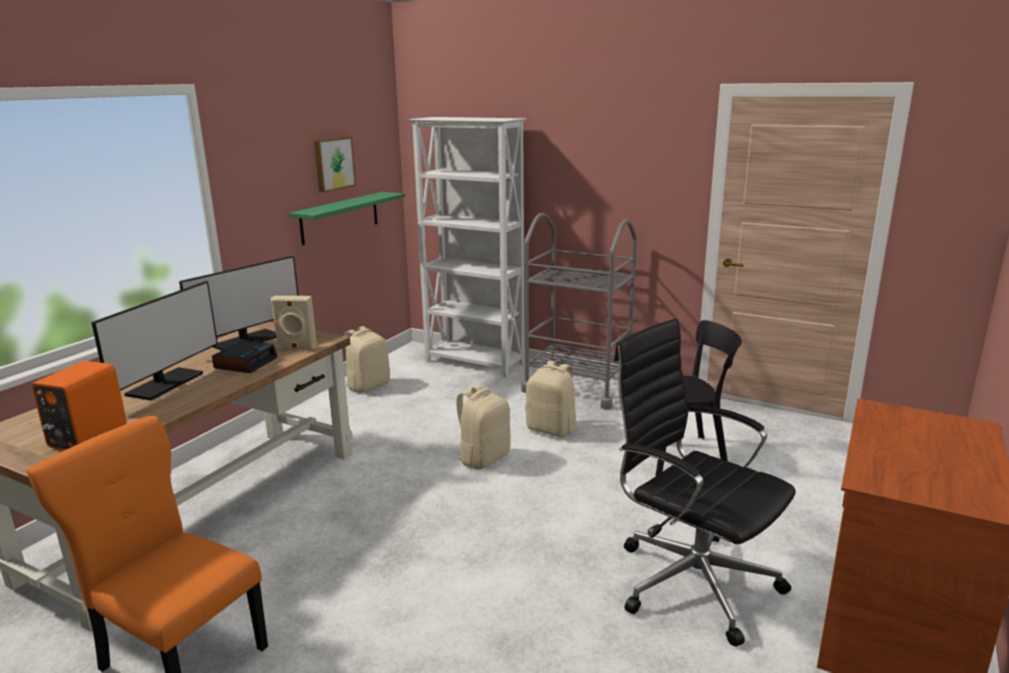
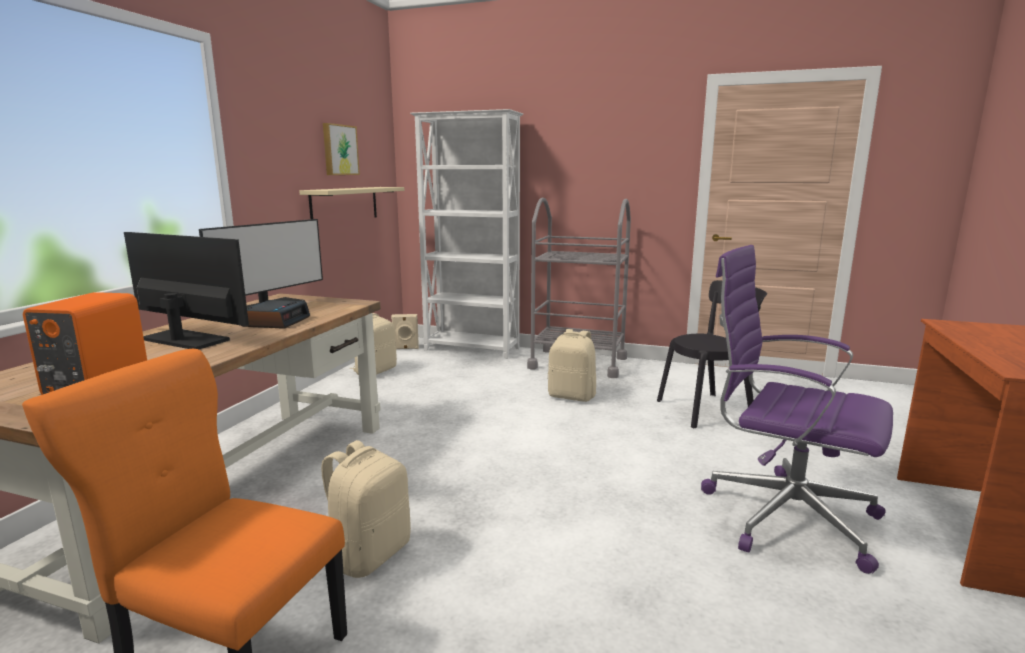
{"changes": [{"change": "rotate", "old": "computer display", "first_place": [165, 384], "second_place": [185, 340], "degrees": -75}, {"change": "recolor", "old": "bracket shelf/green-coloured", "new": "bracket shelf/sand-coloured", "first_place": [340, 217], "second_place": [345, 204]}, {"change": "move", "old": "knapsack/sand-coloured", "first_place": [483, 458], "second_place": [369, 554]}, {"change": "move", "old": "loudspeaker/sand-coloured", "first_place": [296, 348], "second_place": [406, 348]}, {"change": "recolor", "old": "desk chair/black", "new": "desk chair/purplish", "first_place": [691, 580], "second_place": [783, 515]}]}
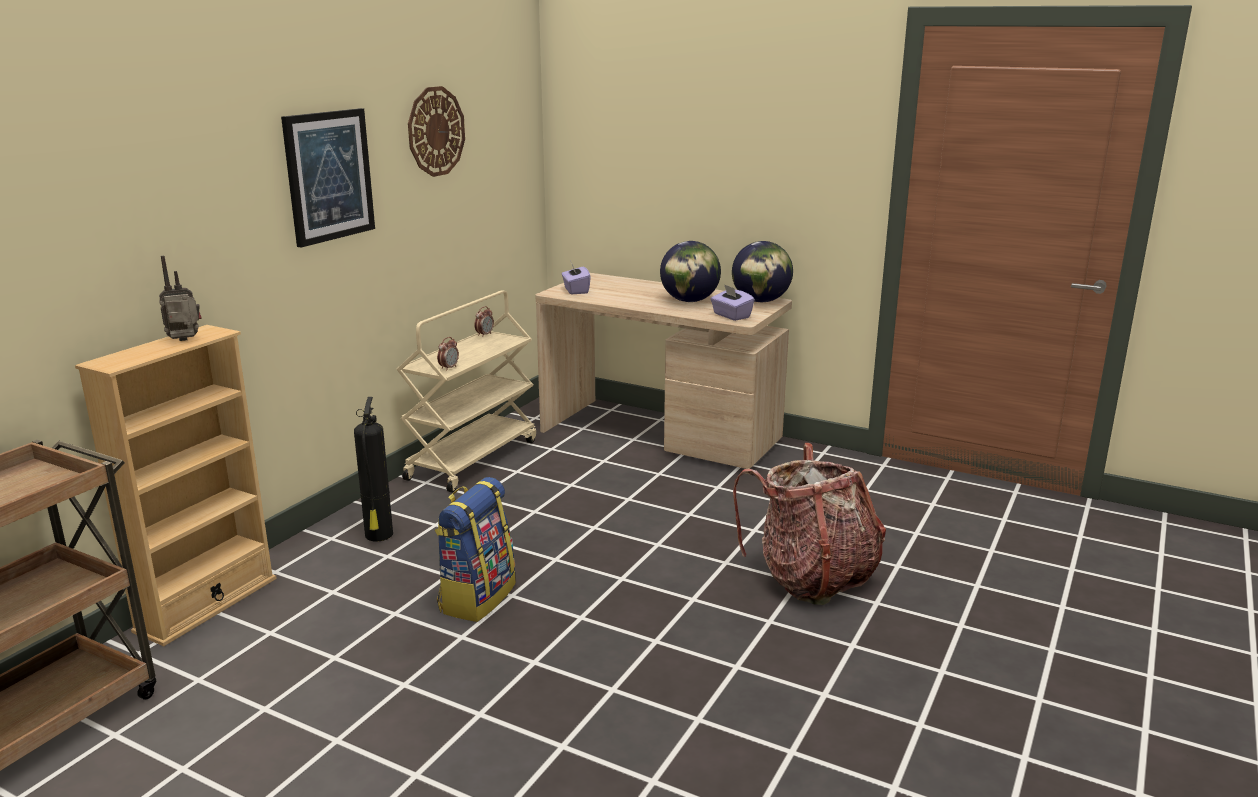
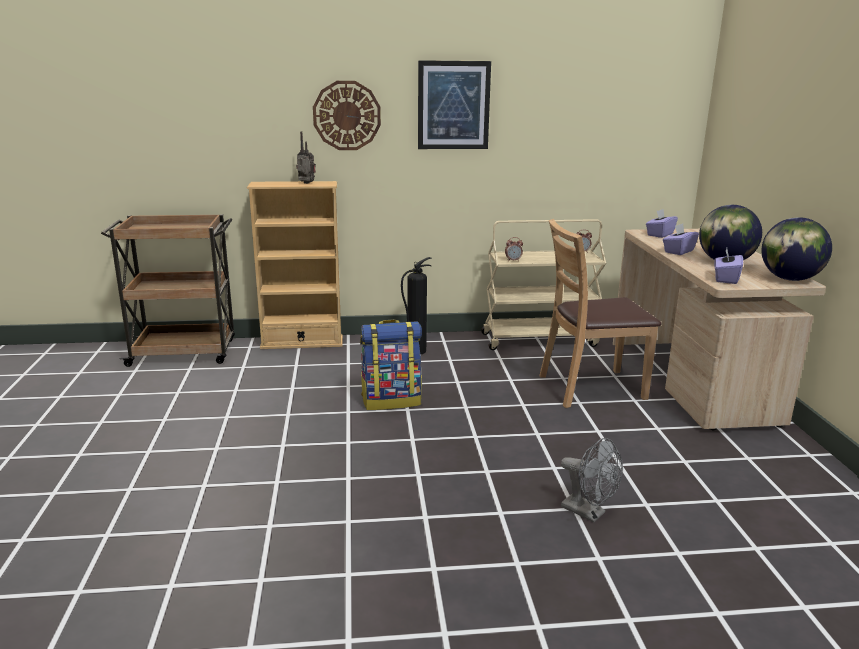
{"changes": [{"change": "move", "old": "wall clock", "first_place": [436, 131], "second_place": [347, 115]}, {"change": "insert", "new": "chair/brownish", "second_place": [590, 388]}, {"change": "replace", "old": "knapsack", "new": "cooling fan/gray", "first_place": [811, 578], "second_place": [589, 513]}, {"change": "insert", "new": "tissue box/purplish", "second_place": [678, 251]}]}
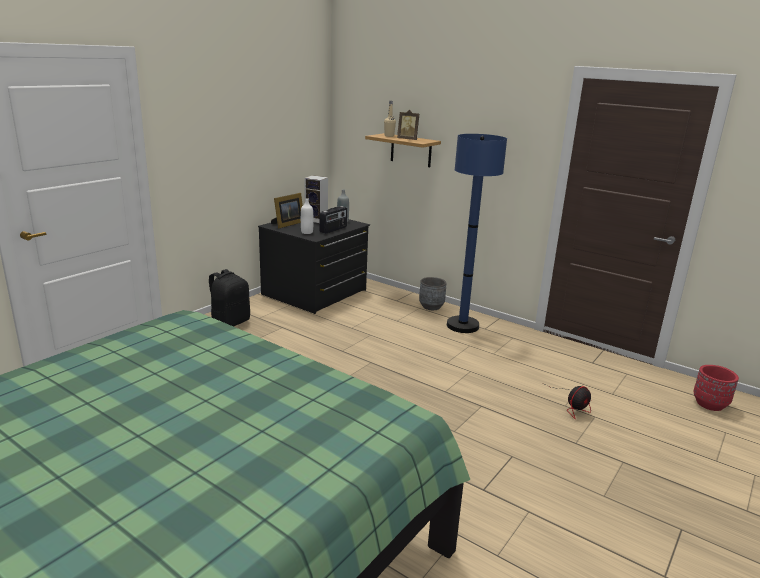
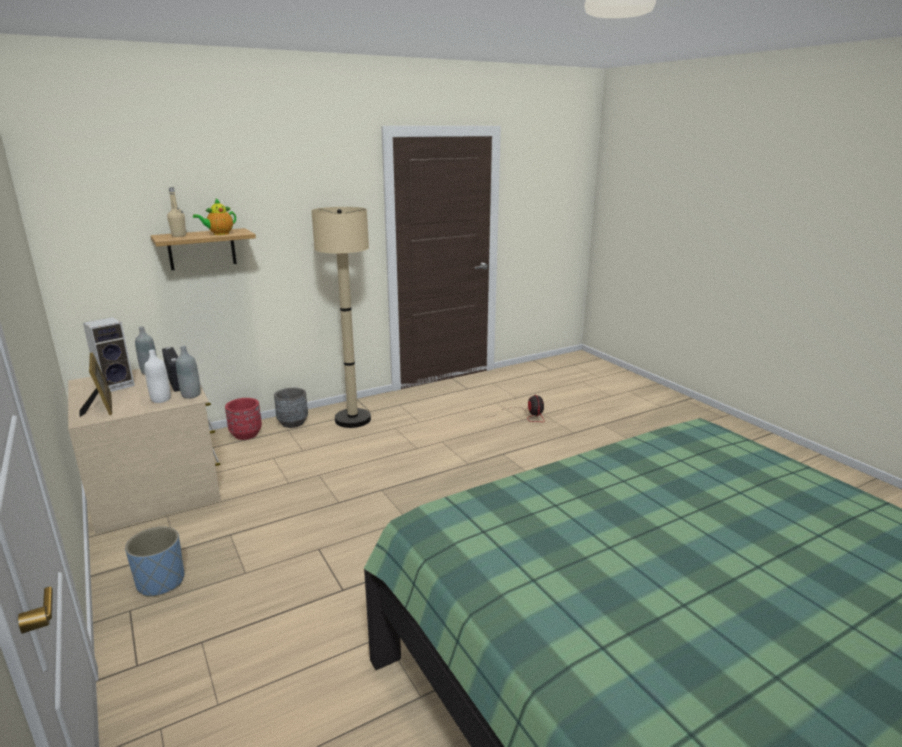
{"changes": [{"change": "recolor", "old": "drawer chest/black", "new": "drawer chest/sand-coloured", "first_place": [315, 292], "second_place": [156, 486]}, {"change": "replace", "old": "knapsack/black", "new": "plant pot/blue-coloured", "first_place": [230, 323], "second_place": [160, 582]}, {"change": "insert", "new": "beverage bottle/gray", "second_place": [191, 395]}, {"change": "replace", "old": "picture frame", "new": "teapot", "first_place": [408, 139], "second_place": [219, 234]}, {"change": "move", "old": "plant pot/red", "first_place": [710, 404], "second_place": [246, 434]}, {"change": "recolor", "old": "standing lamp/blue-coloured", "new": "standing lamp/sand-coloured", "first_place": [462, 326], "second_place": [353, 419]}]}
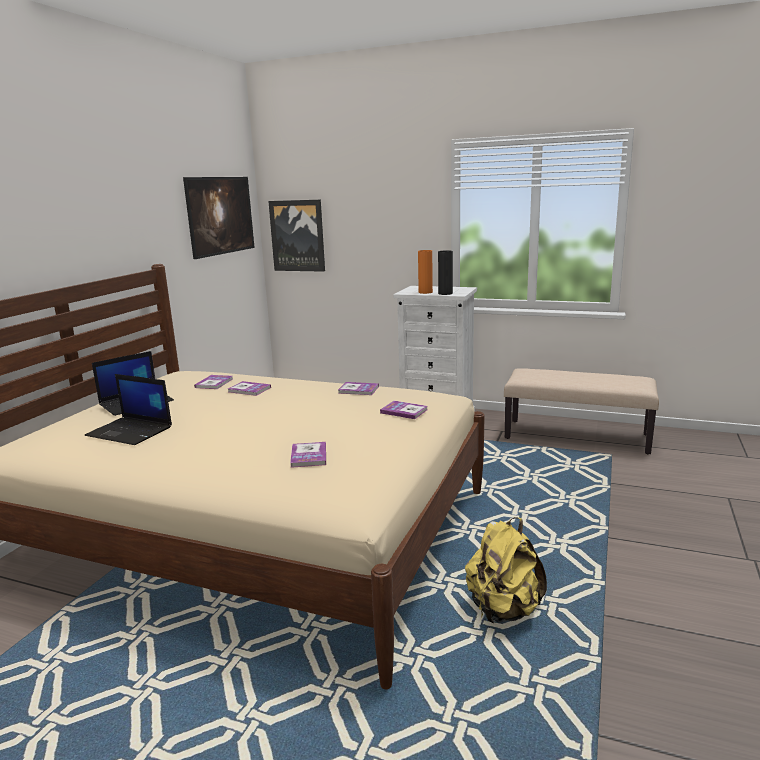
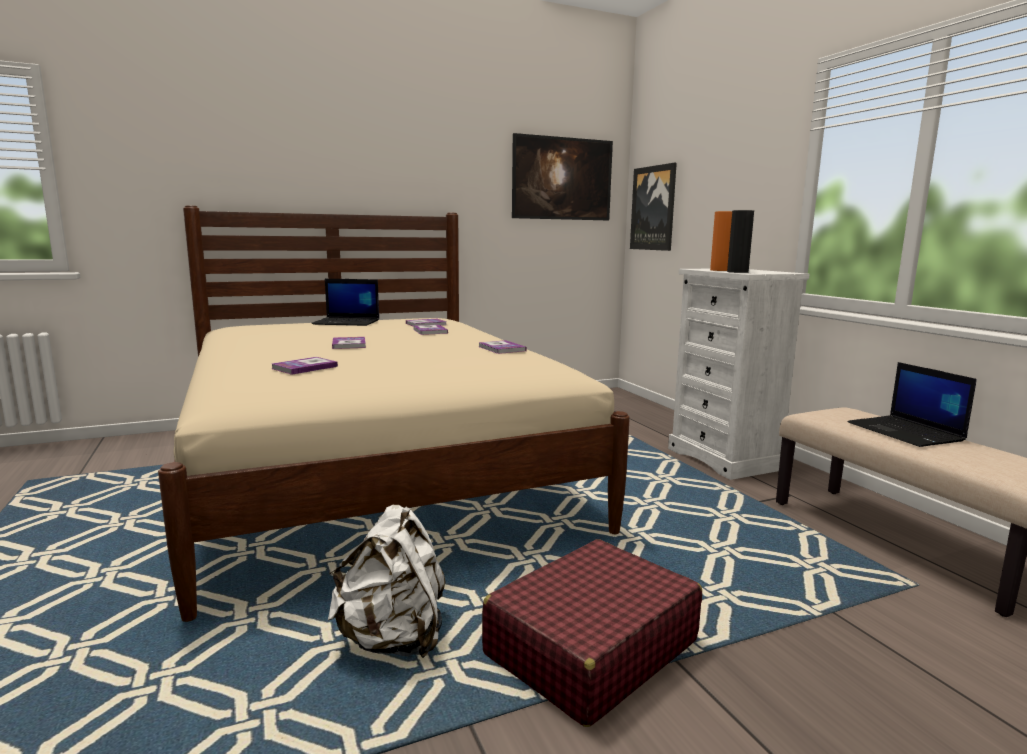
{"changes": [{"change": "recolor", "old": "knapsack/yellow-coloured", "new": "knapsack/whitish", "first_place": [503, 609], "second_place": [393, 639]}, {"change": "move", "old": "book", "first_place": [404, 411], "second_place": [349, 344]}, {"change": "insert", "new": "travel case/red", "second_place": [590, 648]}, {"change": "move", "old": "laptop", "first_place": [131, 431], "second_place": [906, 432]}]}
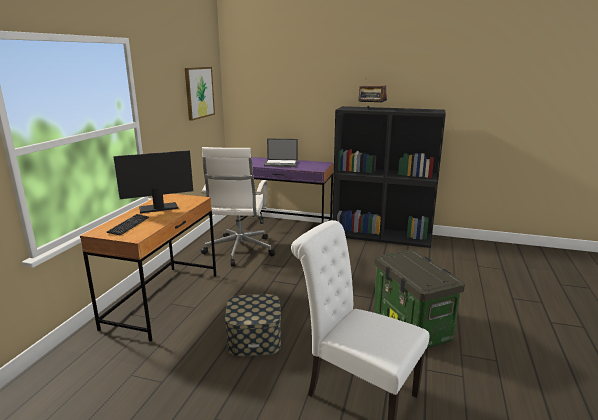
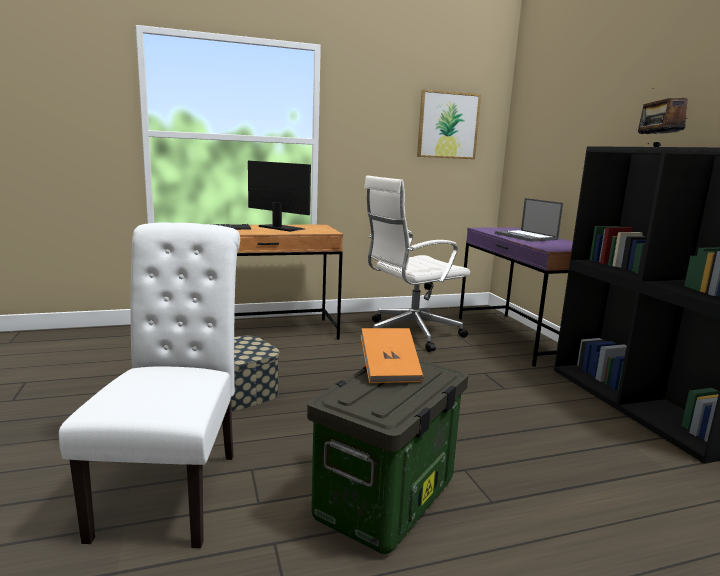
{"changes": [{"change": "insert", "new": "book/orangey", "second_place": [390, 371]}]}
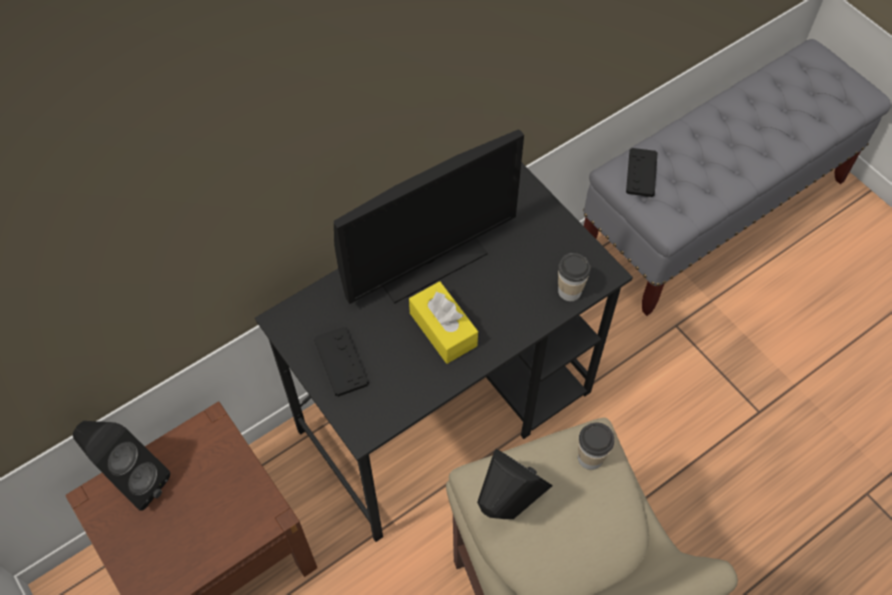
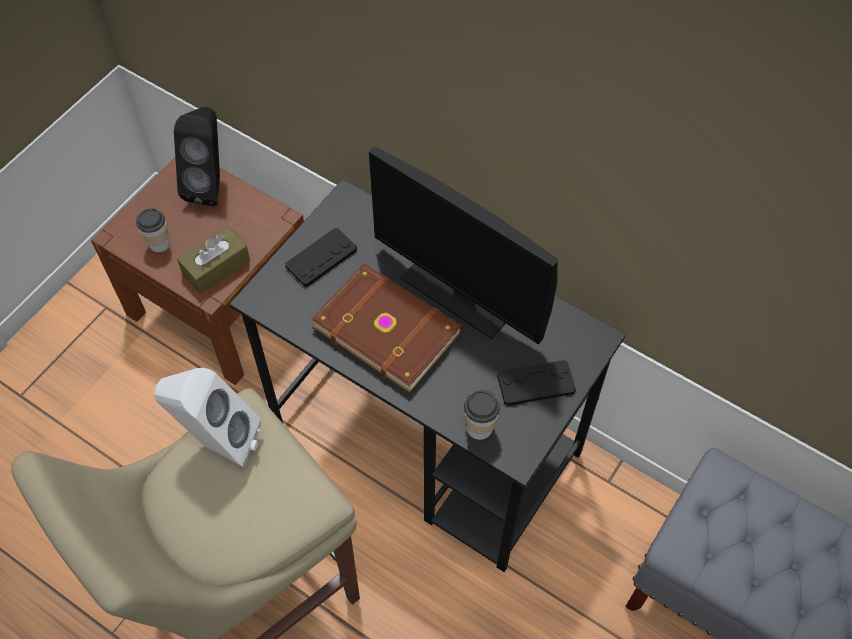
{"changes": [{"change": "move", "old": "small cup", "first_place": [590, 457], "second_place": [159, 243]}, {"change": "recolor", "old": "loudspeaker/black", "new": "loudspeaker/whitish", "first_place": [507, 510], "second_place": [217, 442]}, {"change": "insert", "new": "tissue box/brownish", "second_place": [216, 267]}, {"change": "replace", "old": "tissue box/yellow-coloured", "new": "book/brownish", "first_place": [443, 329], "second_place": [387, 328]}, {"change": "move", "old": "joypad/black", "first_place": [641, 173], "second_place": [536, 383]}]}
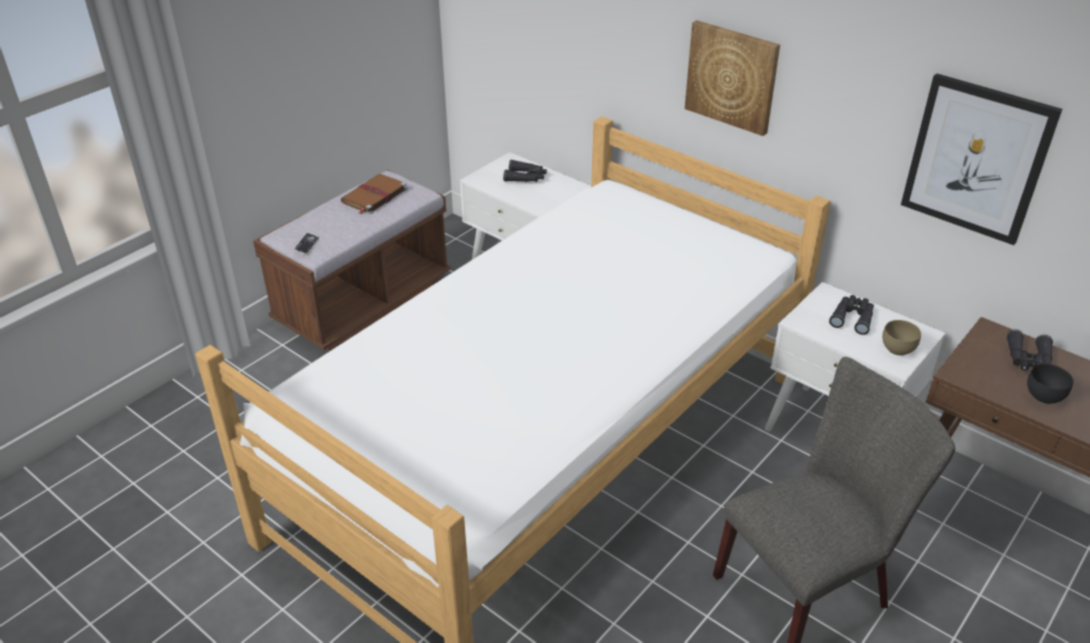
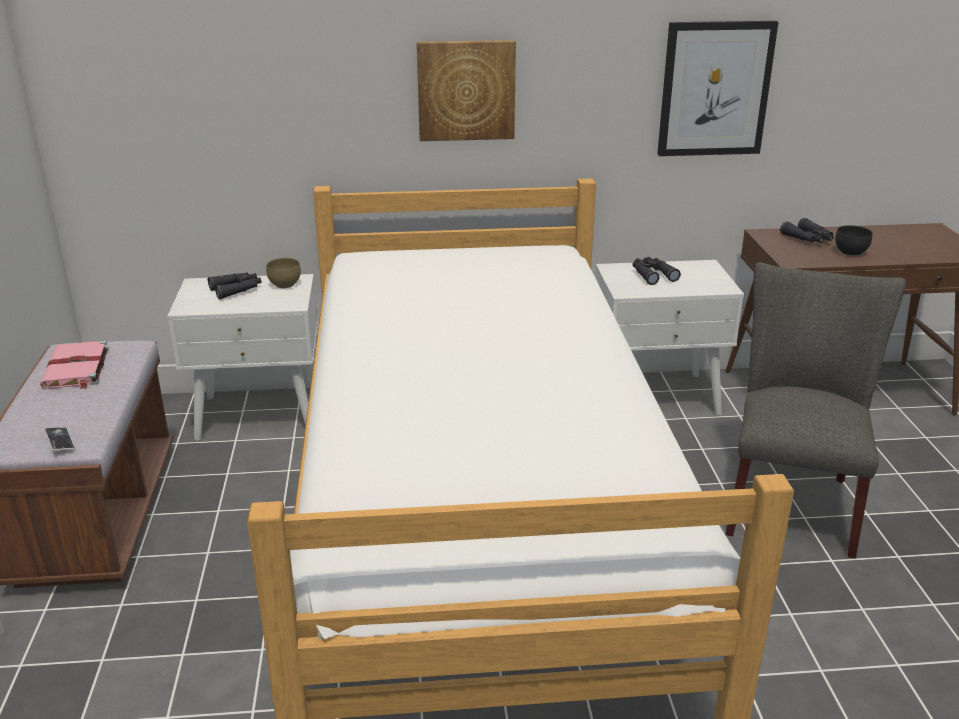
{"changes": [{"change": "recolor", "old": "book/brownish", "new": "book/pink-coloured", "first_place": [373, 196], "second_place": [76, 368]}, {"change": "move", "old": "serving bowl/brownish", "first_place": [898, 350], "second_place": [286, 285]}]}
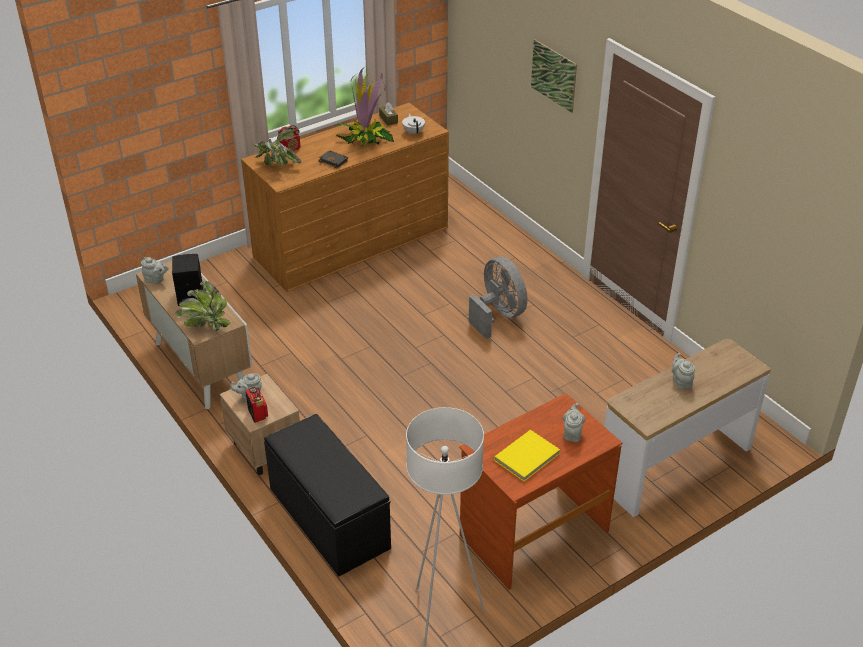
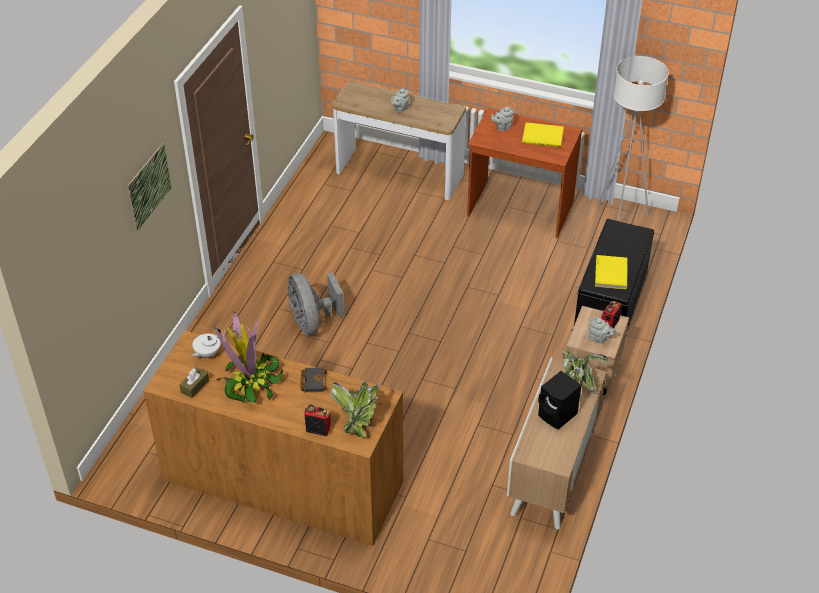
{"changes": [{"change": "rotate", "old": "cooling fan/gray", "first_place": [498, 315], "second_place": [312, 322], "degrees": -45}, {"change": "insert", "new": "book/yellow-coloured", "second_place": [610, 273]}, {"change": "delete", "old": "teapot/gray", "first_place": [156, 280]}]}
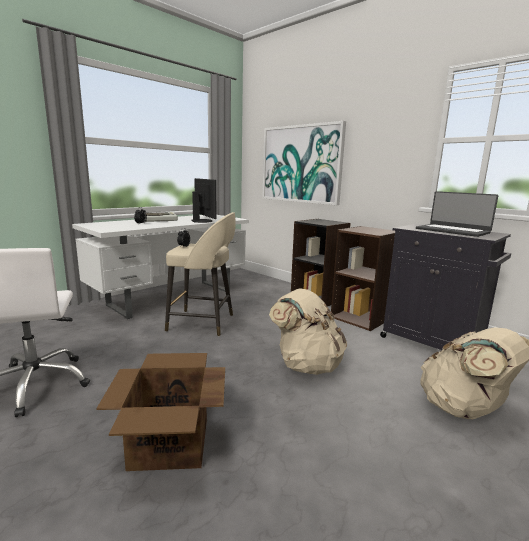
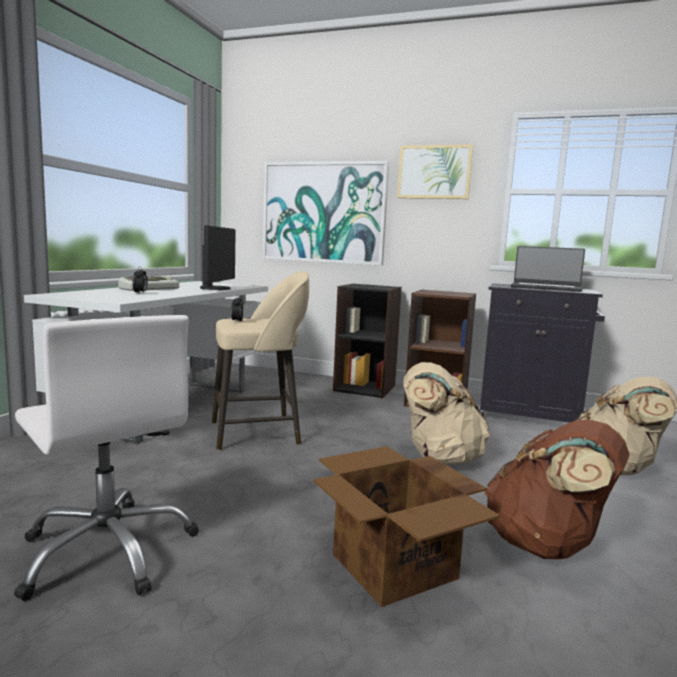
{"changes": [{"change": "rotate", "old": "computer display", "first_place": [203, 221], "second_place": [217, 288], "degrees": 60}, {"change": "insert", "new": "wall picture", "second_place": [434, 172]}, {"change": "insert", "new": "knapsack/brownish", "second_place": [547, 546]}]}
